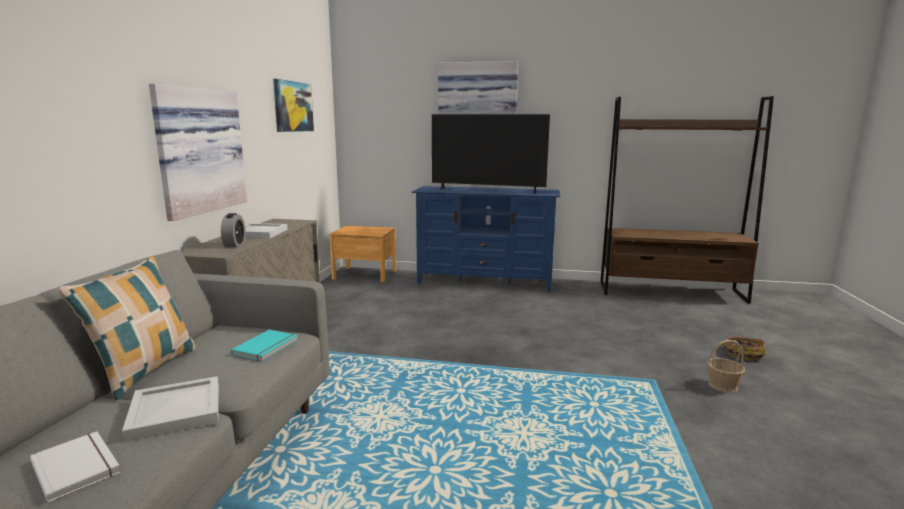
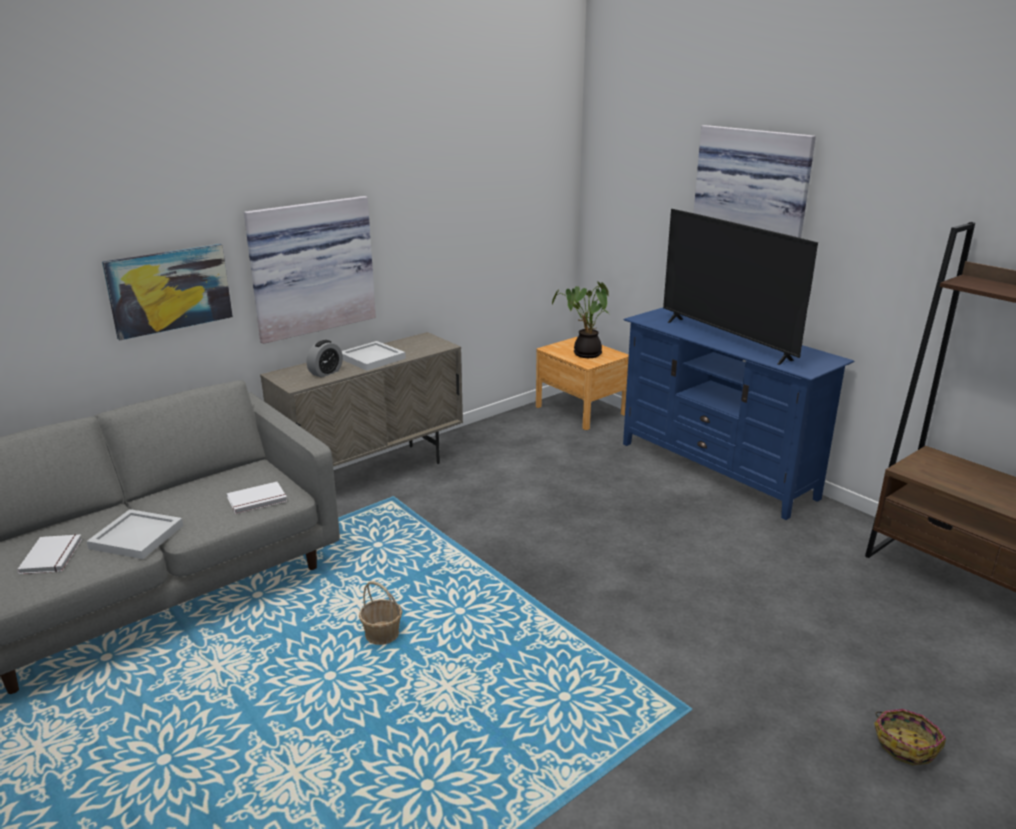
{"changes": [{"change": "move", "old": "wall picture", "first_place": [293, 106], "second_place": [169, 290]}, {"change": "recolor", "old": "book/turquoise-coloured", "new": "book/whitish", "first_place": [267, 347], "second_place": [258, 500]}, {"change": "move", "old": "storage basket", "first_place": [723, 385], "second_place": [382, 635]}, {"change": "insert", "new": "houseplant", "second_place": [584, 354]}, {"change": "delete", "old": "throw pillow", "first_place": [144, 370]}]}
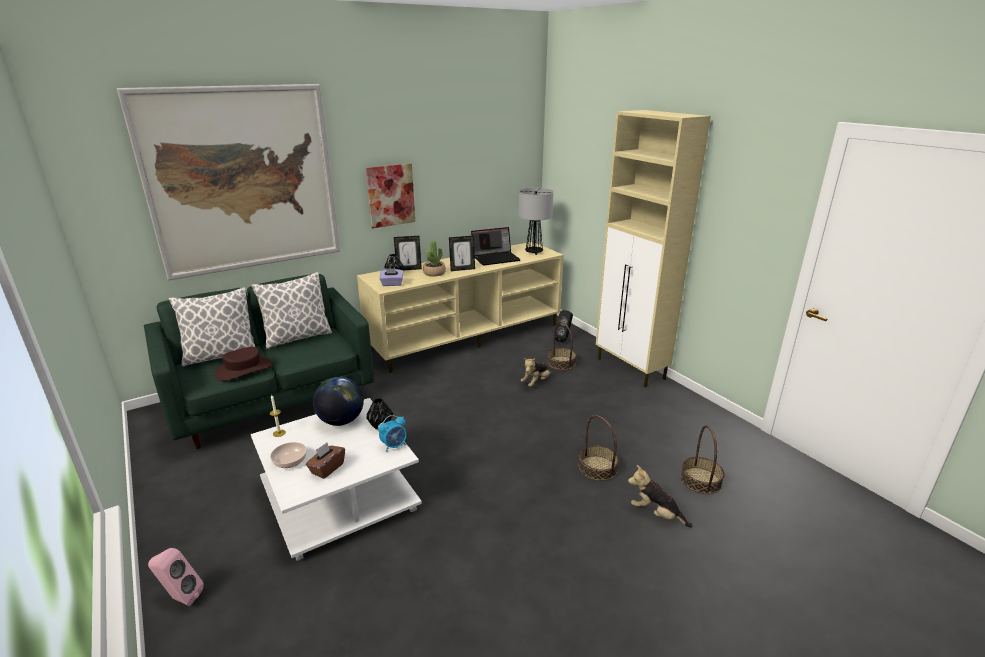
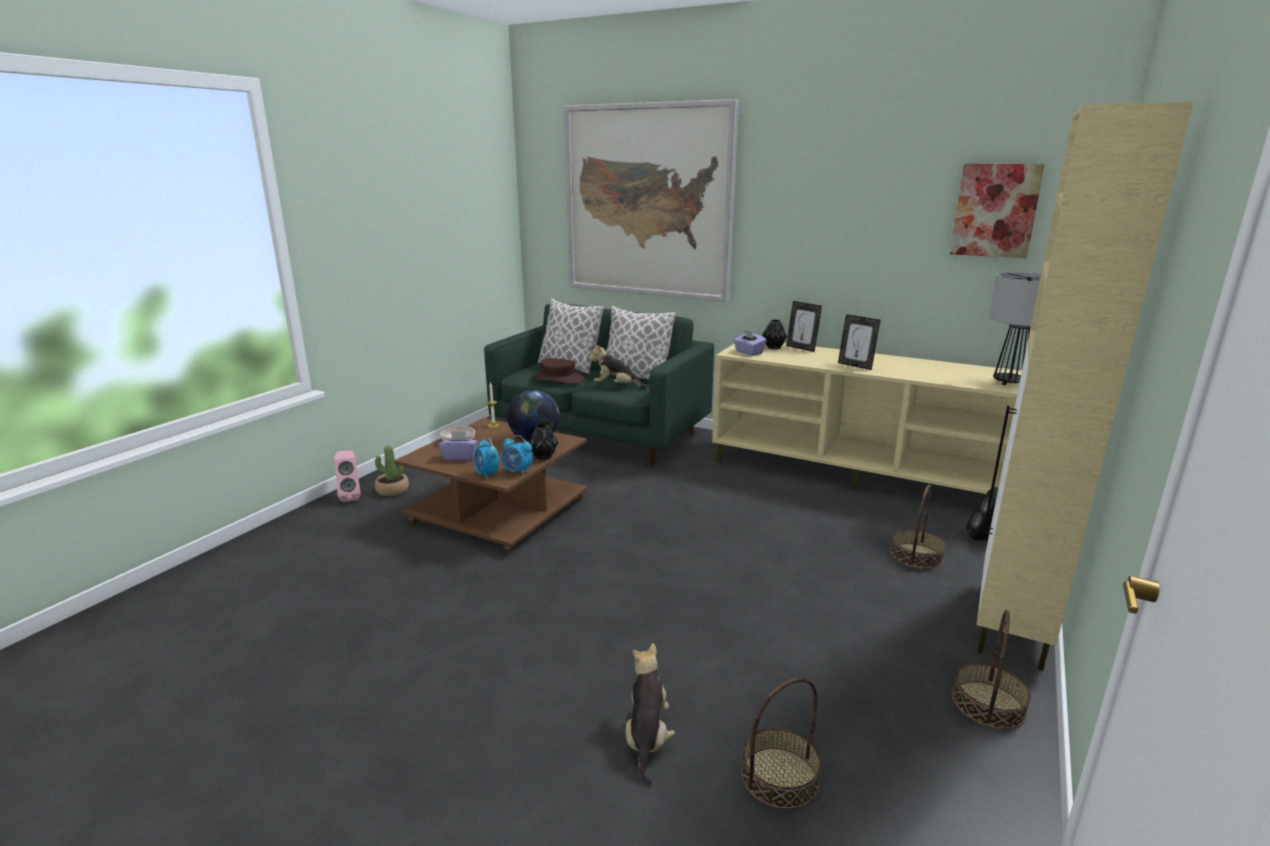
{"changes": [{"change": "move", "old": "houseplant", "first_place": [434, 273], "second_place": [392, 490]}, {"change": "recolor", "old": "lounge table/whitish", "new": "lounge table/brownish", "first_place": [340, 496], "second_place": [500, 511]}, {"change": "recolor", "old": "tissue box/brownish", "new": "tissue box/purplish", "first_place": [327, 468], "second_place": [459, 457]}, {"change": "insert", "new": "alarm clock", "second_place": [487, 475]}, {"change": "move", "old": "soft toy", "first_place": [536, 382], "second_place": [616, 386]}, {"change": "move", "old": "wall picture", "first_place": [390, 195], "second_place": [995, 210]}, {"change": "move", "old": "storage basket", "first_place": [598, 468], "second_place": [988, 705]}, {"change": "delete", "old": "laptop", "first_place": [496, 258]}]}
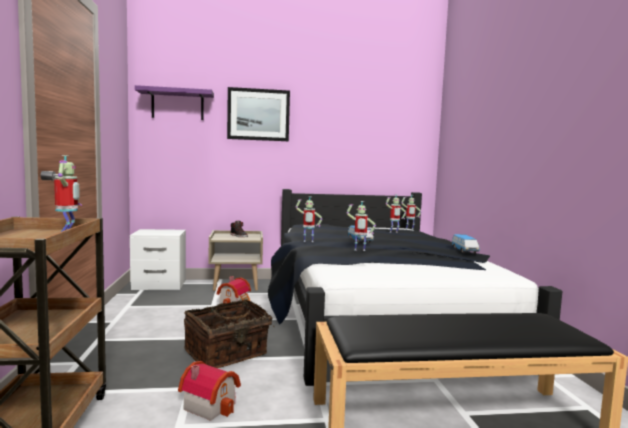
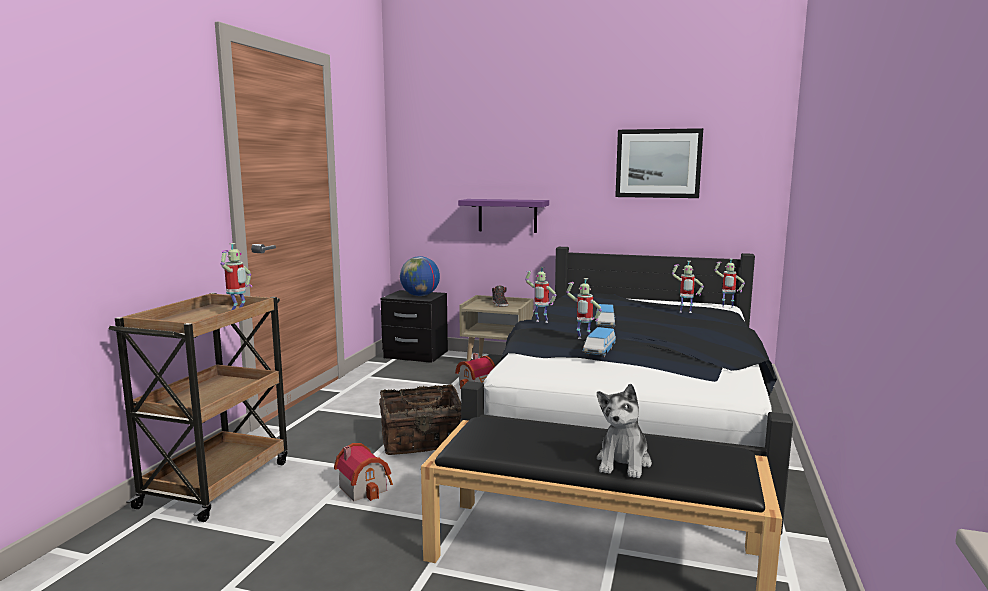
{"changes": [{"change": "recolor", "old": "nightstand/whitish", "new": "nightstand/black", "first_place": [159, 285], "second_place": [415, 355]}, {"change": "insert", "new": "world globe", "second_place": [420, 295]}, {"change": "move", "old": "bracket shelf/purplish", "first_place": [177, 105], "second_place": [507, 215]}, {"change": "move", "old": "model car", "first_place": [464, 251], "second_place": [599, 352]}, {"change": "insert", "new": "soft toy", "second_place": [623, 462]}, {"change": "move", "old": "wall picture", "first_place": [258, 114], "second_place": [658, 163]}]}
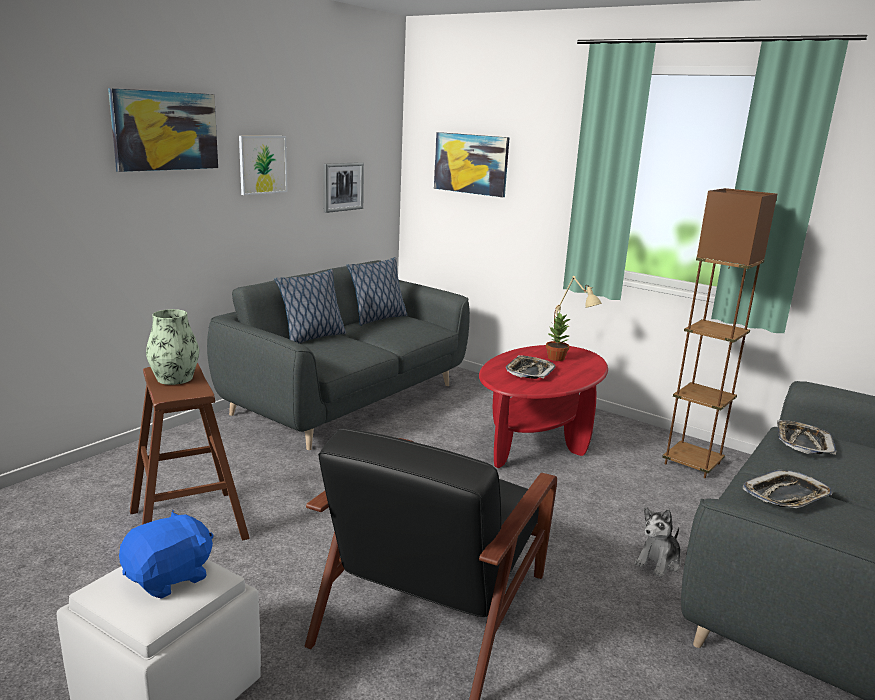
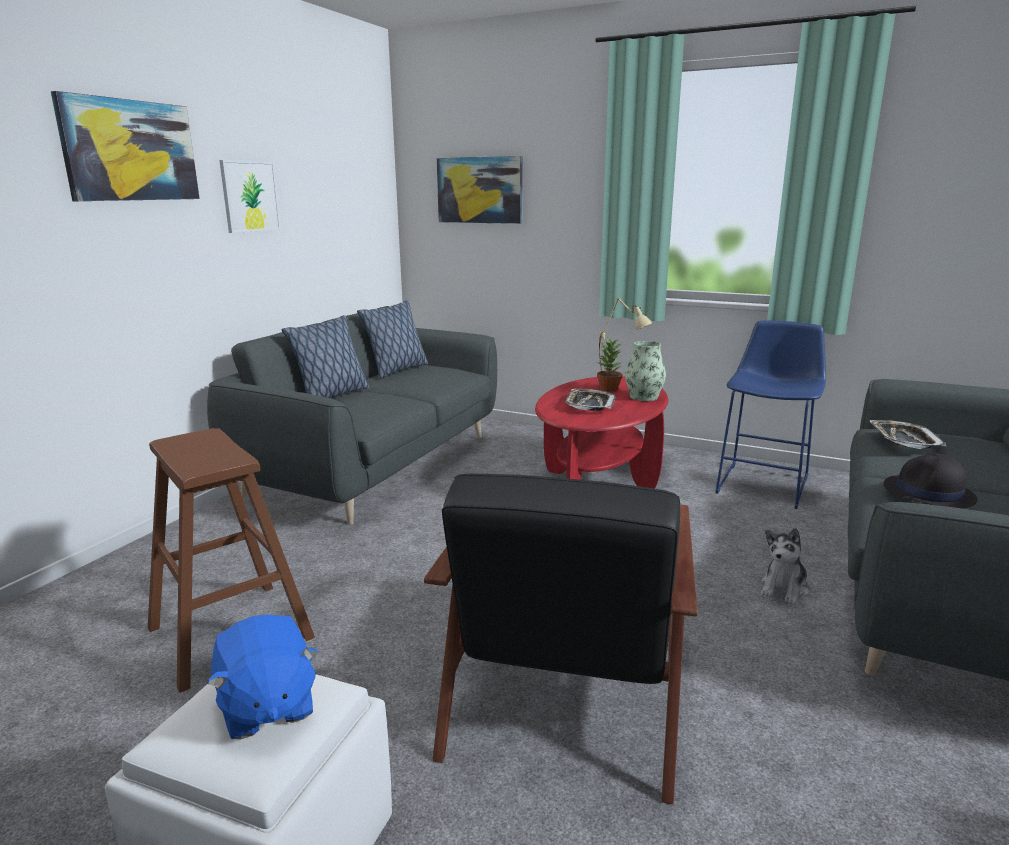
{"changes": [{"change": "rotate", "old": "soft toy/blue-coloured", "first_place": [170, 577], "second_place": [266, 706], "degrees": 120}, {"change": "move", "old": "vase", "first_place": [174, 378], "second_place": [643, 397]}, {"change": "replace", "old": "standing lamp/brownish", "new": "stool/blue-coloured", "first_place": [692, 463], "second_place": [764, 483]}, {"change": "replace", "old": "tray", "new": "hat/black", "first_place": [786, 496], "second_place": [928, 493]}, {"change": "delete", "old": "wall picture", "first_place": [342, 186]}]}
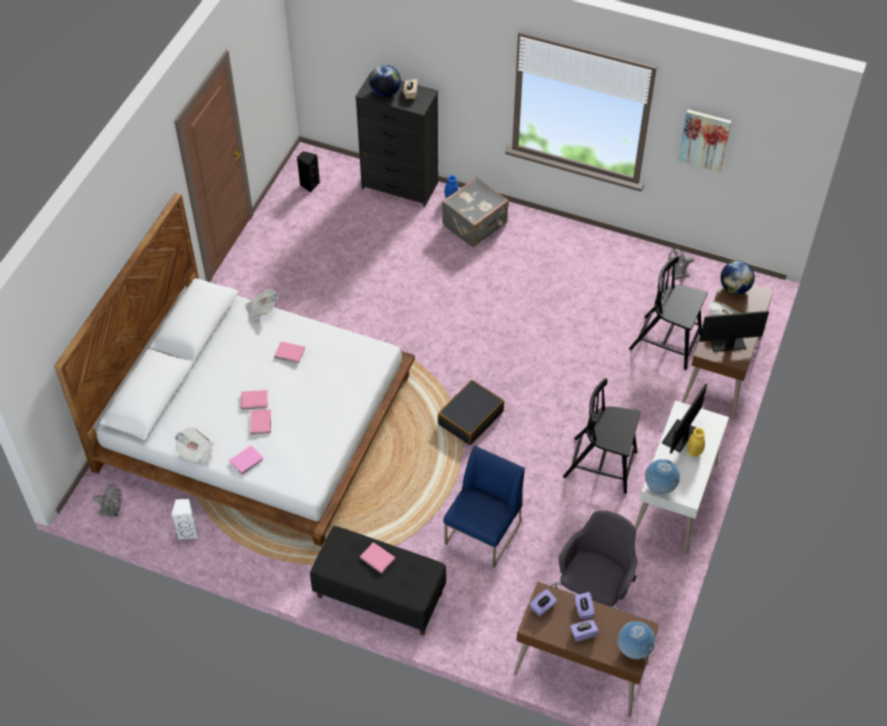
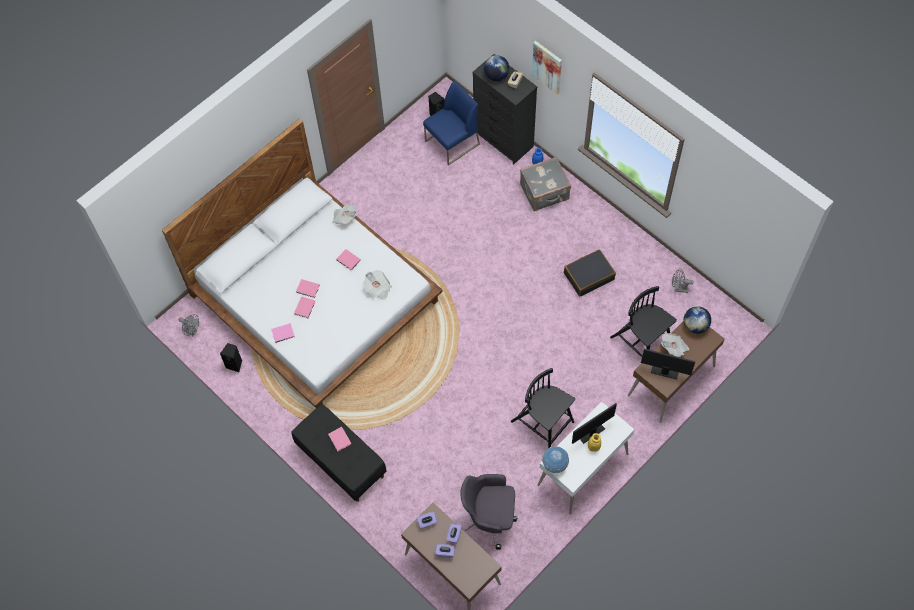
{"changes": [{"change": "recolor", "old": "loudspeaker/whitish", "new": "loudspeaker/black", "first_place": [188, 531], "second_place": [235, 365]}, {"change": "move", "old": "newspaper", "first_place": [196, 452], "second_place": [378, 288]}, {"change": "move", "old": "chair/blue-coloured", "first_place": [483, 533], "second_place": [452, 143]}, {"change": "rotate", "old": "desk chair/gray", "first_place": [594, 594], "second_place": [489, 518], "degrees": -135}, {"change": "move", "old": "wall picture", "first_place": [704, 140], "second_place": [547, 67]}, {"change": "move", "old": "travel case/black", "first_place": [470, 418], "second_place": [588, 276]}, {"change": "delete", "old": "world globe", "first_place": [634, 649]}]}
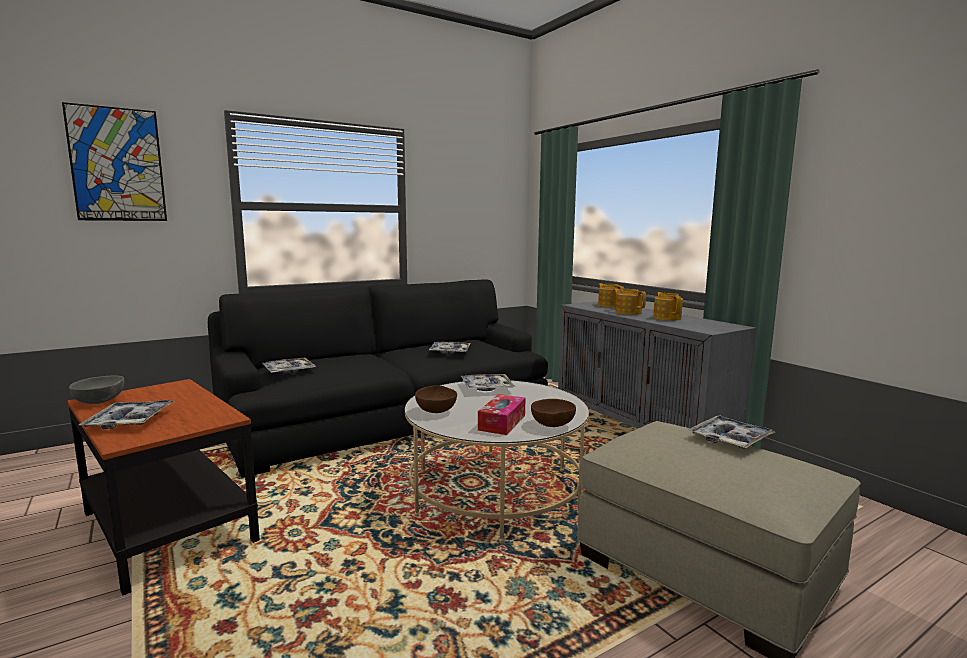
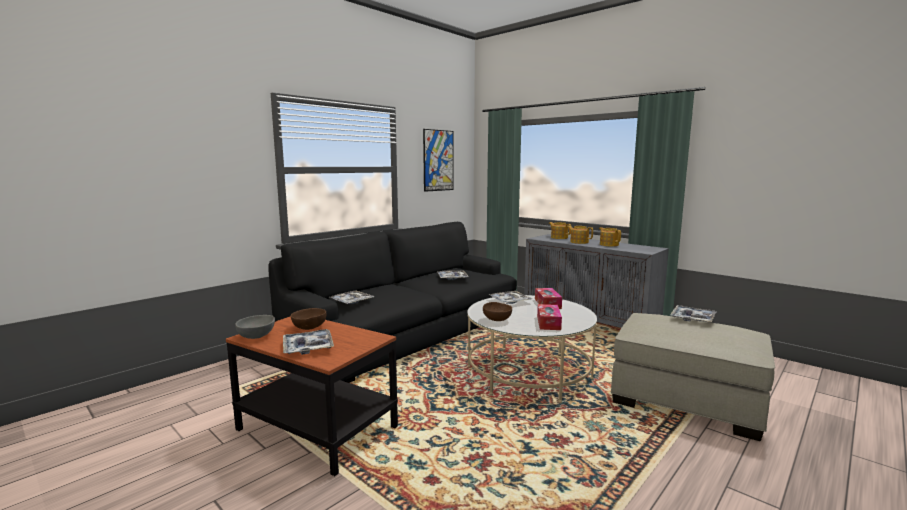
{"changes": [{"change": "move", "old": "serving bowl/brownish", "first_place": [552, 425], "second_place": [309, 328]}, {"change": "move", "old": "wall picture", "first_place": [117, 165], "second_place": [438, 160]}, {"change": "insert", "new": "tissue box", "second_place": [547, 303]}]}
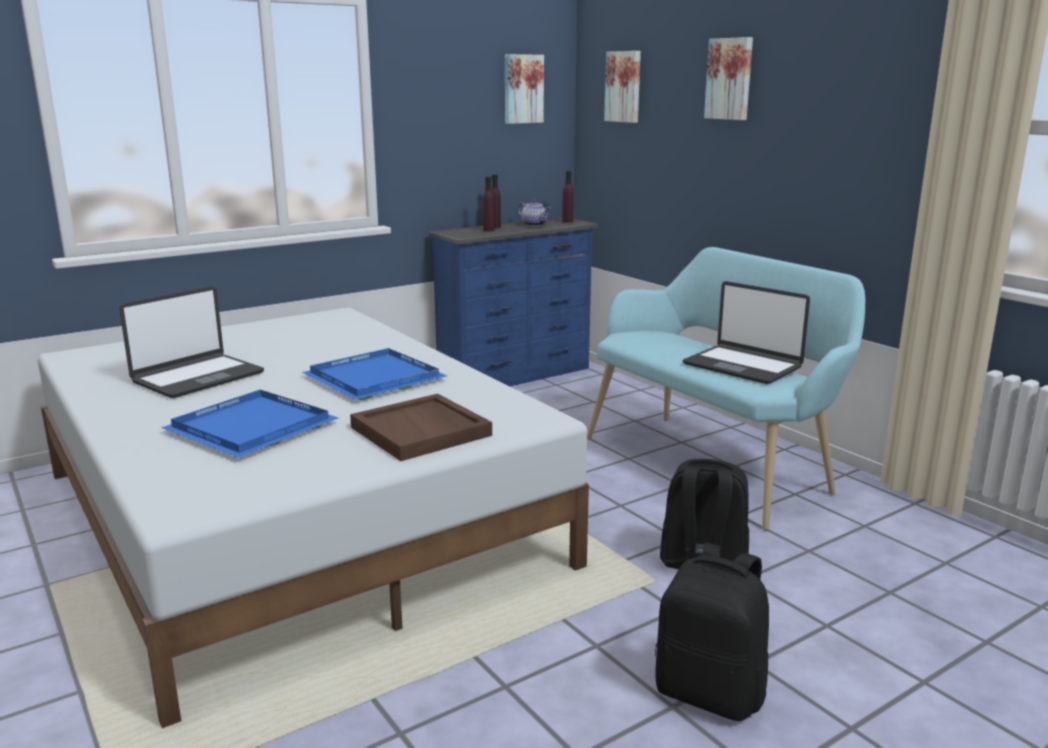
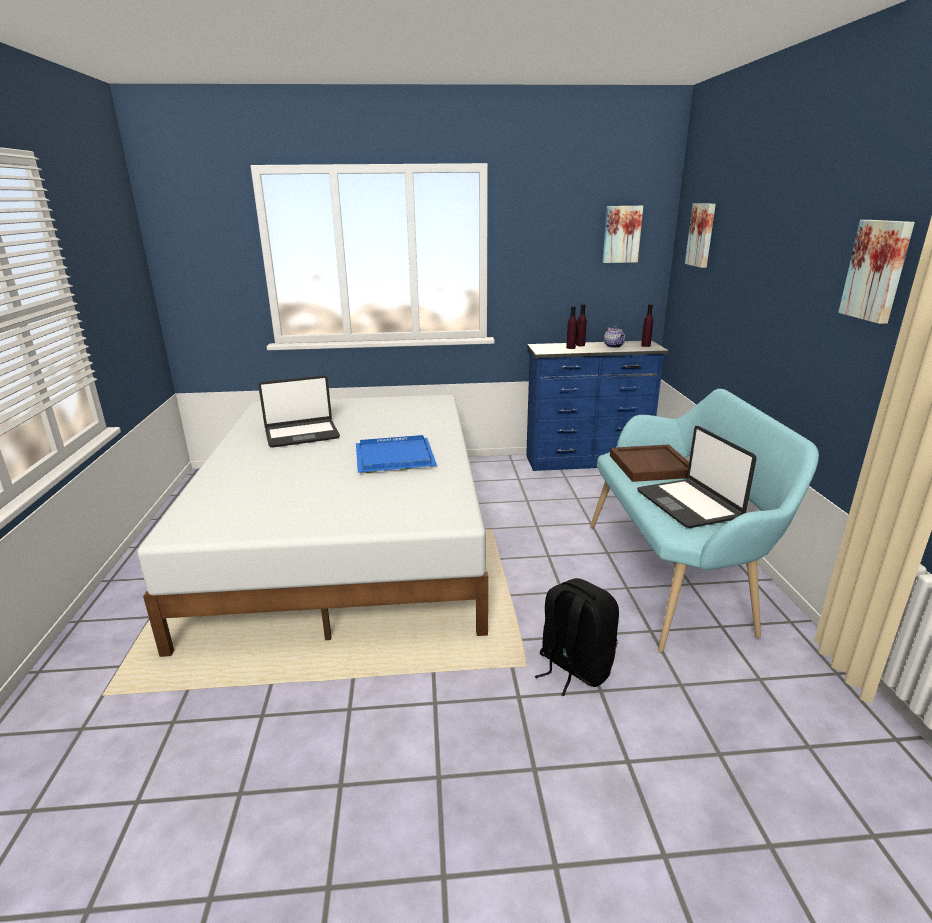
{"changes": [{"change": "move", "old": "tray/brownish", "first_place": [422, 431], "second_place": [651, 466]}, {"change": "move", "old": "wall picture", "first_place": [730, 79], "second_place": [878, 270]}, {"change": "delete", "old": "tray/blue-coloured", "first_place": [248, 428]}, {"change": "delete", "old": "knapsack/black", "first_place": [710, 693]}]}
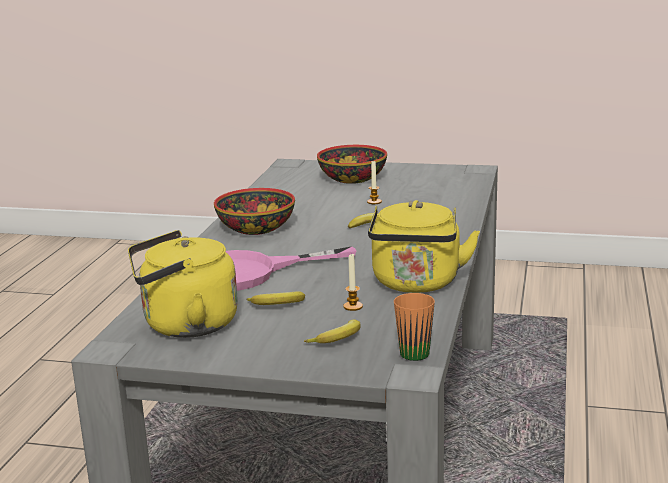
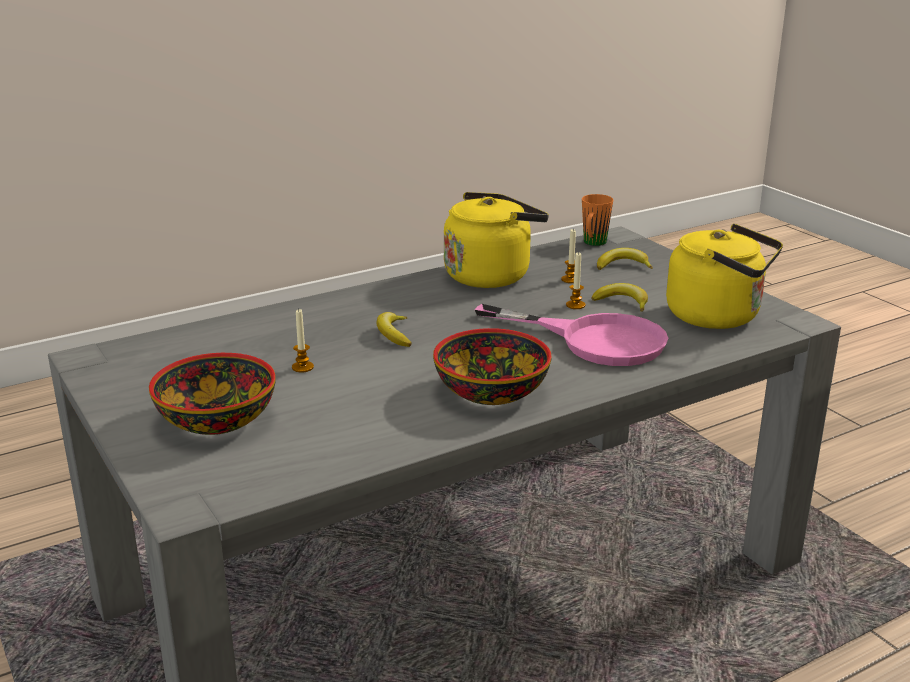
{"changes": [{"change": "insert", "new": "candle", "second_place": [575, 305]}]}
